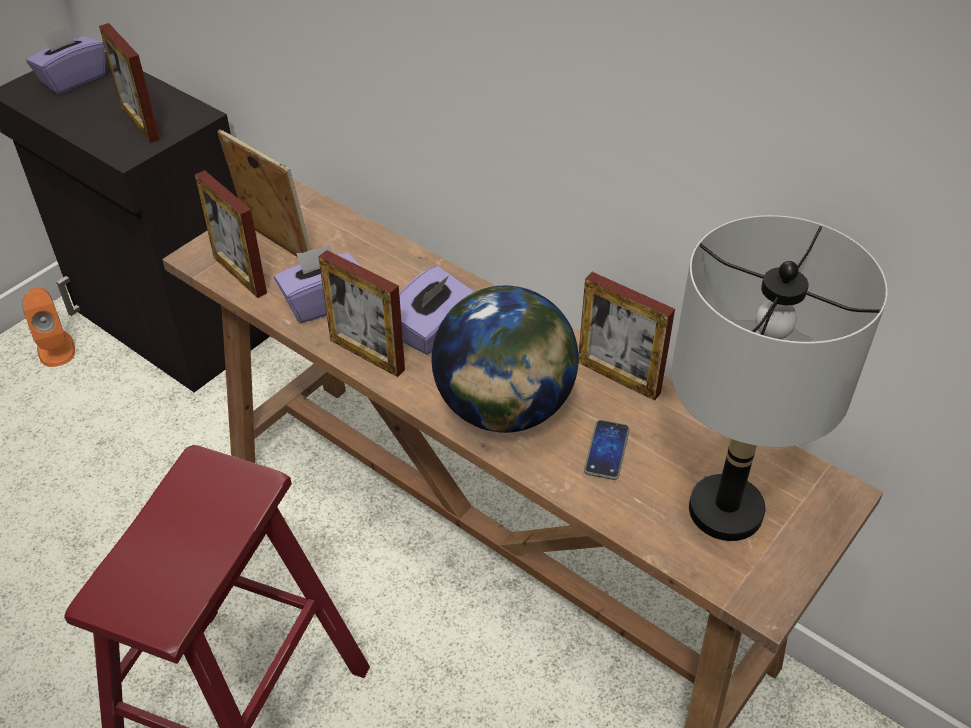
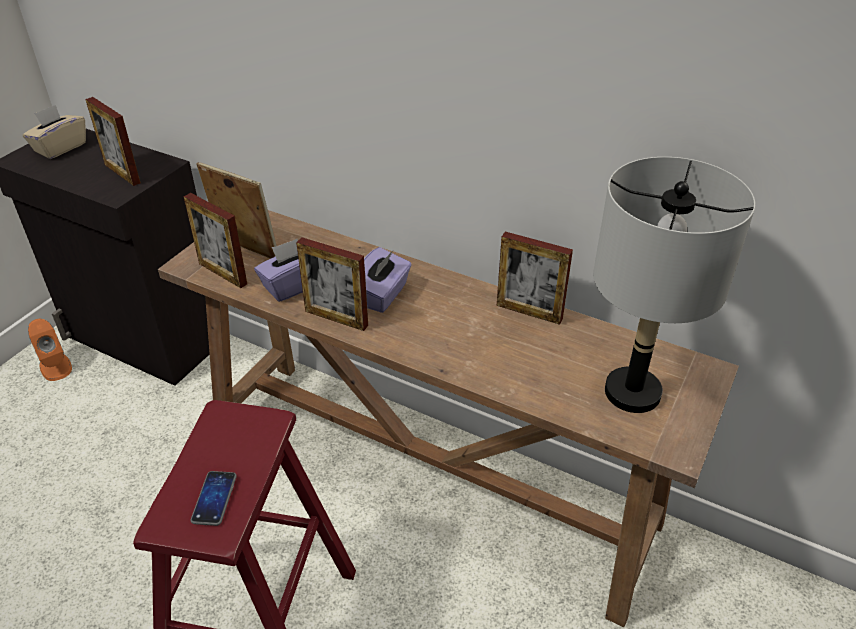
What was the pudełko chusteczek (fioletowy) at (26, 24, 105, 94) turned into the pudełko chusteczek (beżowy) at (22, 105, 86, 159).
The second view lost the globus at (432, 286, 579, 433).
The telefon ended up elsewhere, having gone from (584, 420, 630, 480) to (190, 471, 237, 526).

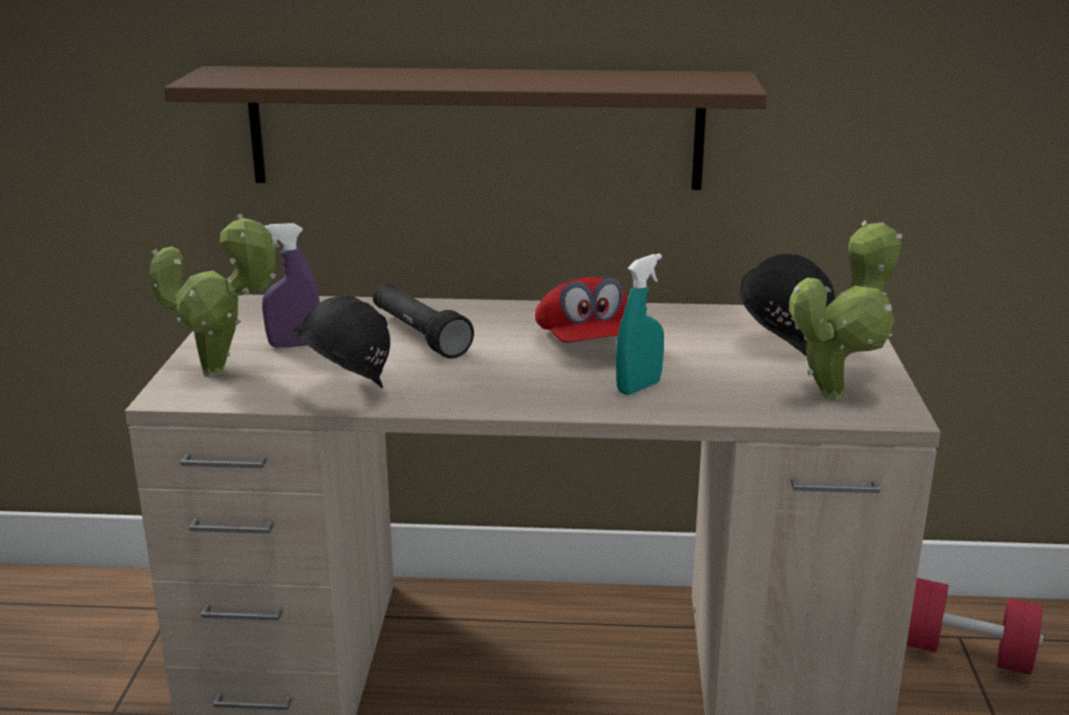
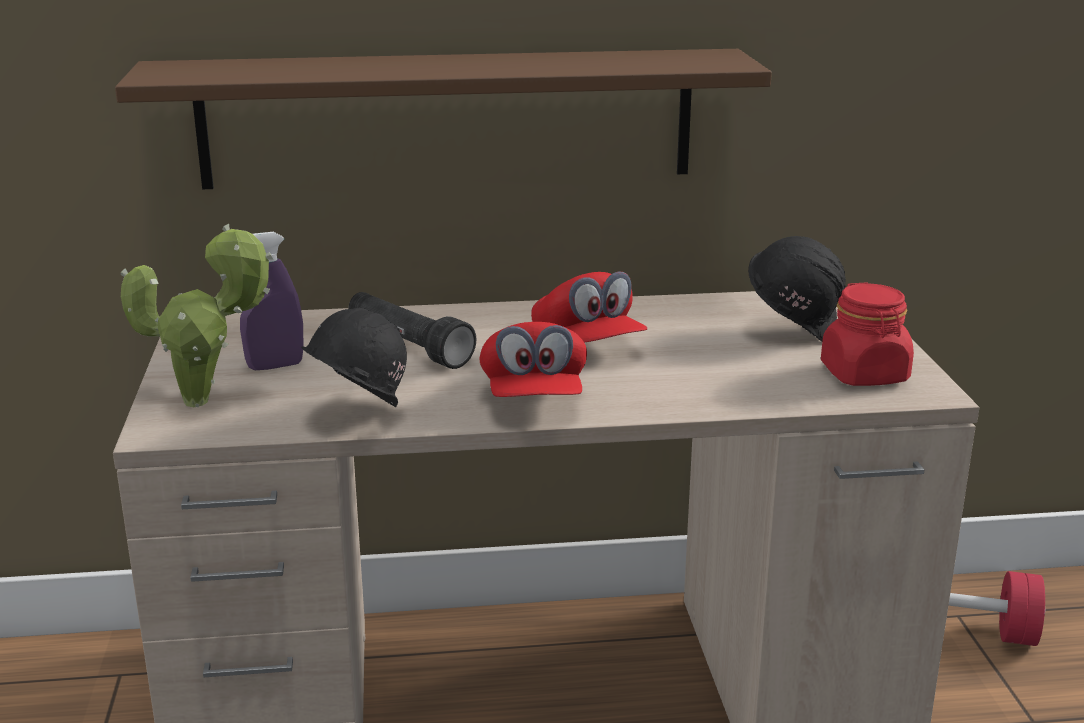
The second view lost the spryskiwacz (turkusowy) at (616, 253, 664, 395).
Where the roślina doniczkowa stood at (789, 220, 902, 400), the słoik (czerwony) came to stand at (821, 282, 914, 386).
The second view gained the czapka z daszkiem (czerwony) at (480, 322, 587, 397).

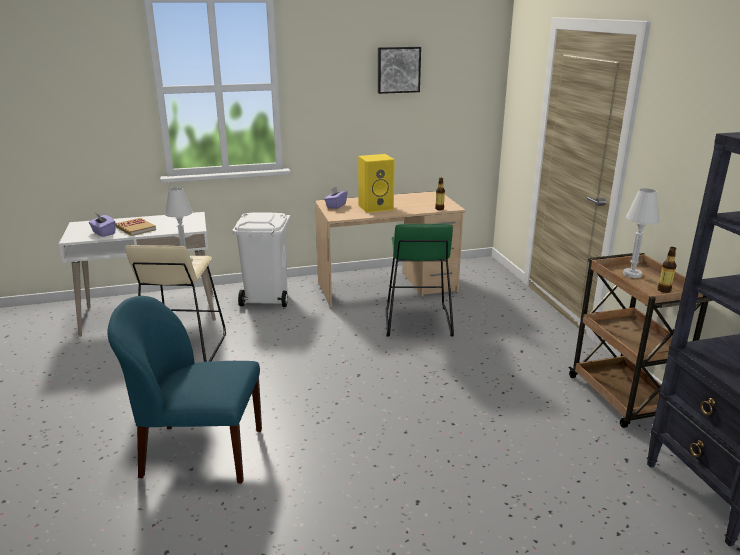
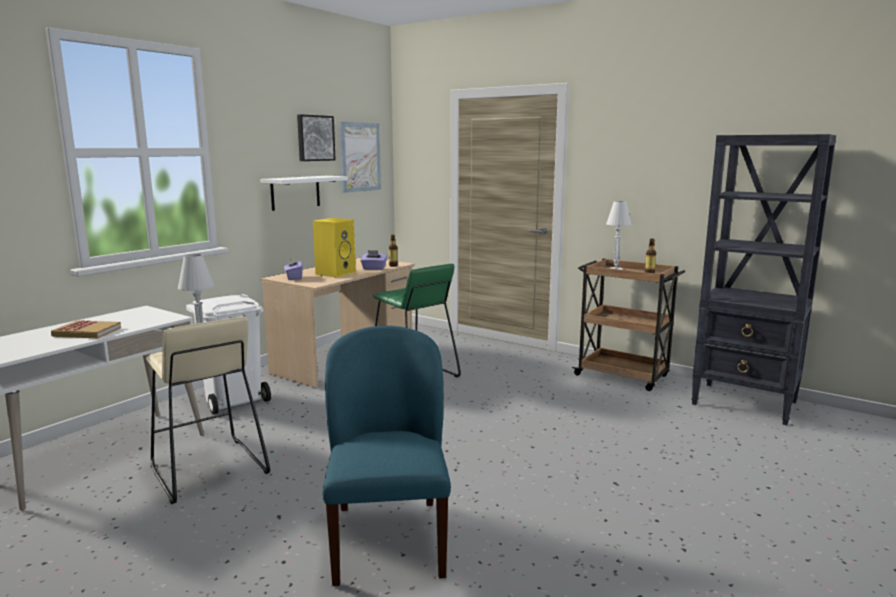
The pudełko chusteczek (fioletowy) ended up elsewhere, having gone from (89, 213, 116, 237) to (360, 250, 387, 270).
The krzesło (niebieski) at (107, 296, 262, 483) ended up facing another way, 120 degrees clockwise from before.
The second view gained the półka (biały) at (260, 176, 348, 211).
The second view gained the obraz at (339, 122, 381, 193).

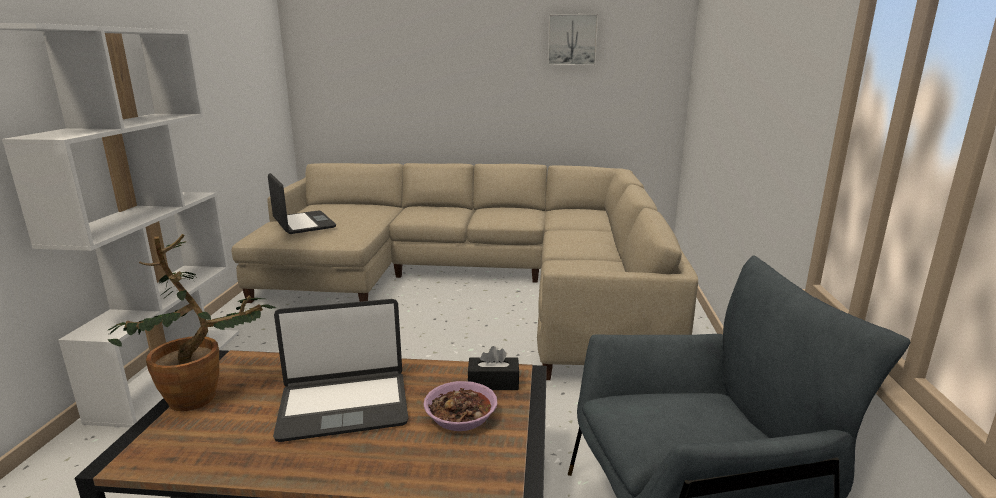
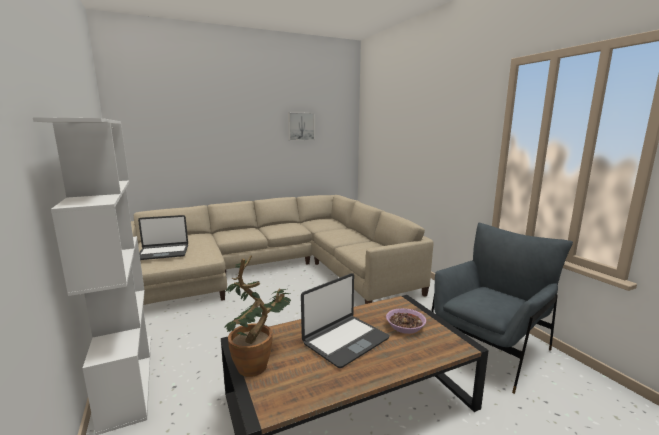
The laptop at (268, 173, 336, 234) ended up facing another way, 135 degrees clockwise from before.
The second view lost the pudełko chusteczek (czarny) at (467, 346, 519, 390).

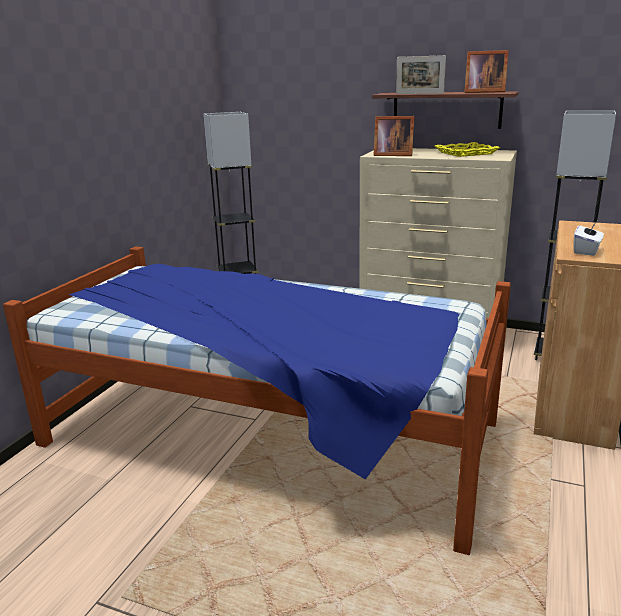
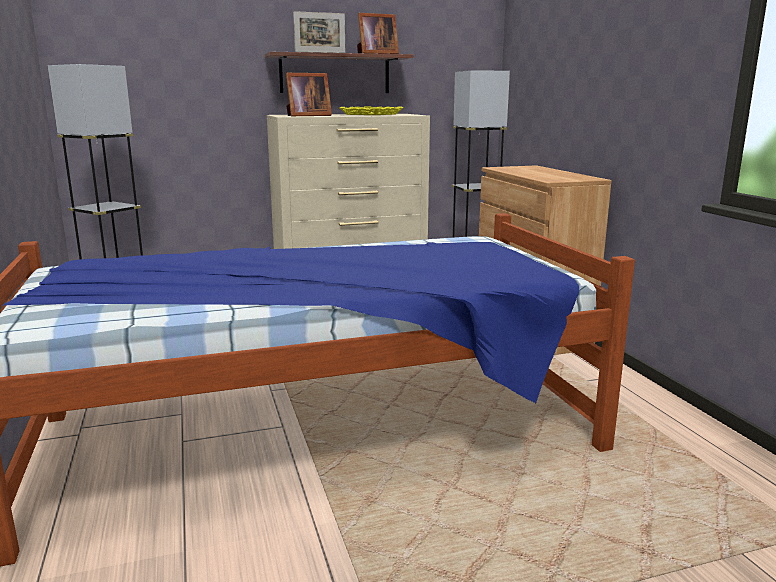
The second view lost the pudełko chusteczek (biały) at (573, 221, 604, 256).

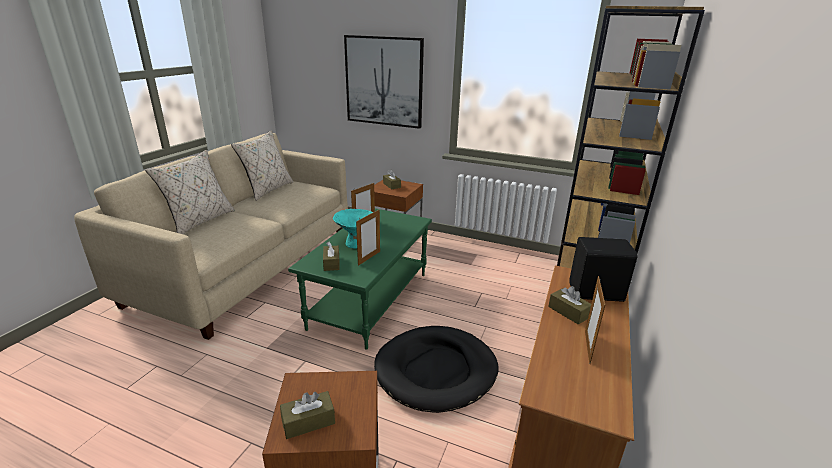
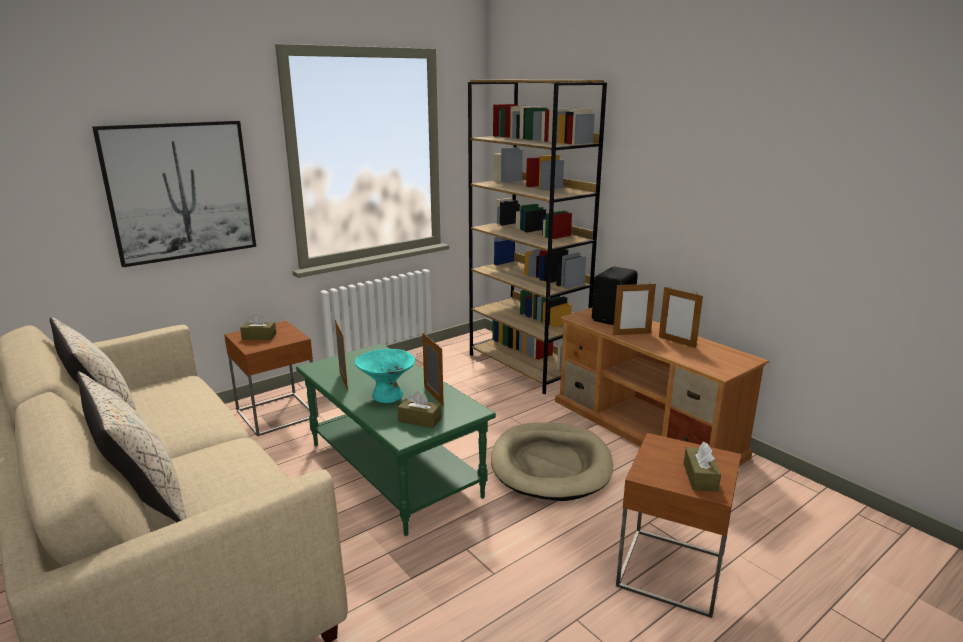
What was the legowisko (czarny) at (374, 326, 499, 413) turned into the legowisko (beżowy) at (491, 422, 613, 501).
Where the pudełko chusteczek (brązowy) stood at (548, 286, 591, 324), the ramka na zdjęcie came to stand at (613, 283, 656, 335).

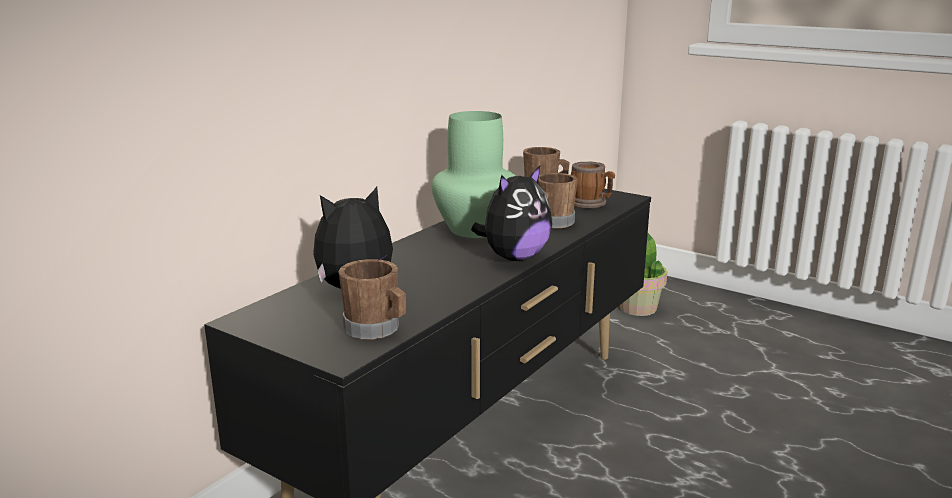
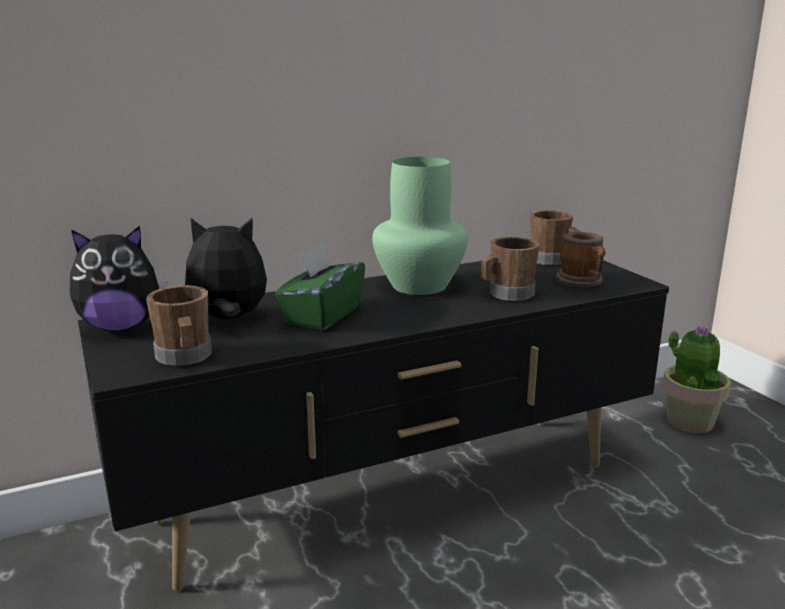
The pluszak ended up elsewhere, having gone from (471, 166, 552, 261) to (70, 226, 168, 332).
The second view gained the pudełko chusteczek (zielony) at (275, 244, 365, 330).

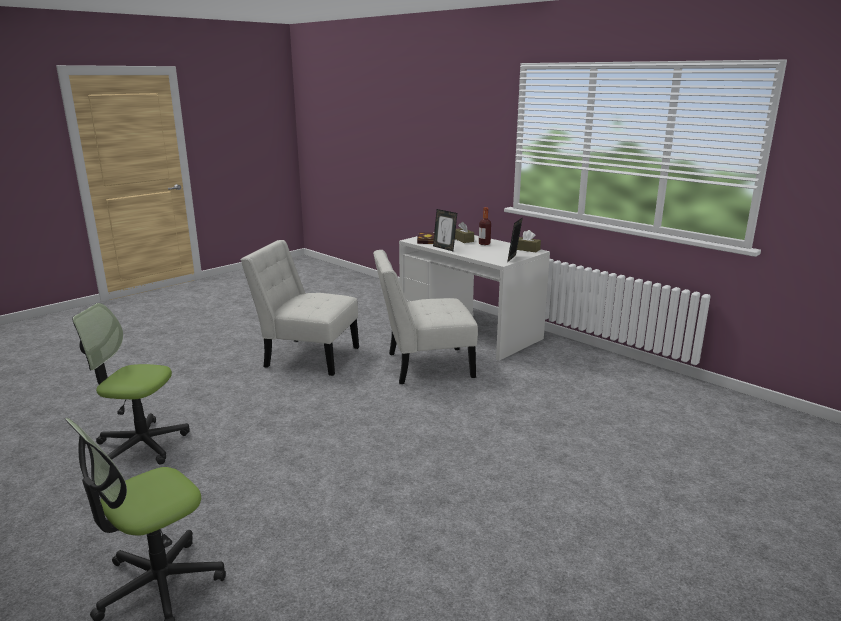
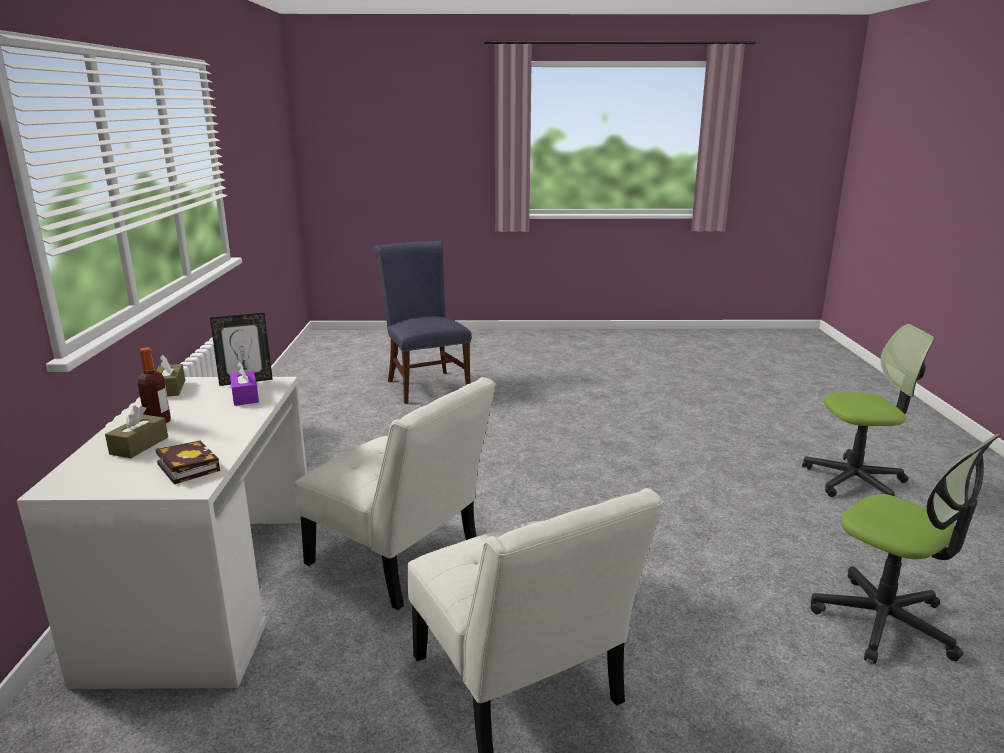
The second view lost the ramka na zdjęcie at (433, 209, 457, 251).
The second view gained the pudełko chusteczek (fioletowy) at (230, 361, 259, 406).
The second view gained the krzesło (niebieski) at (373, 241, 471, 404).

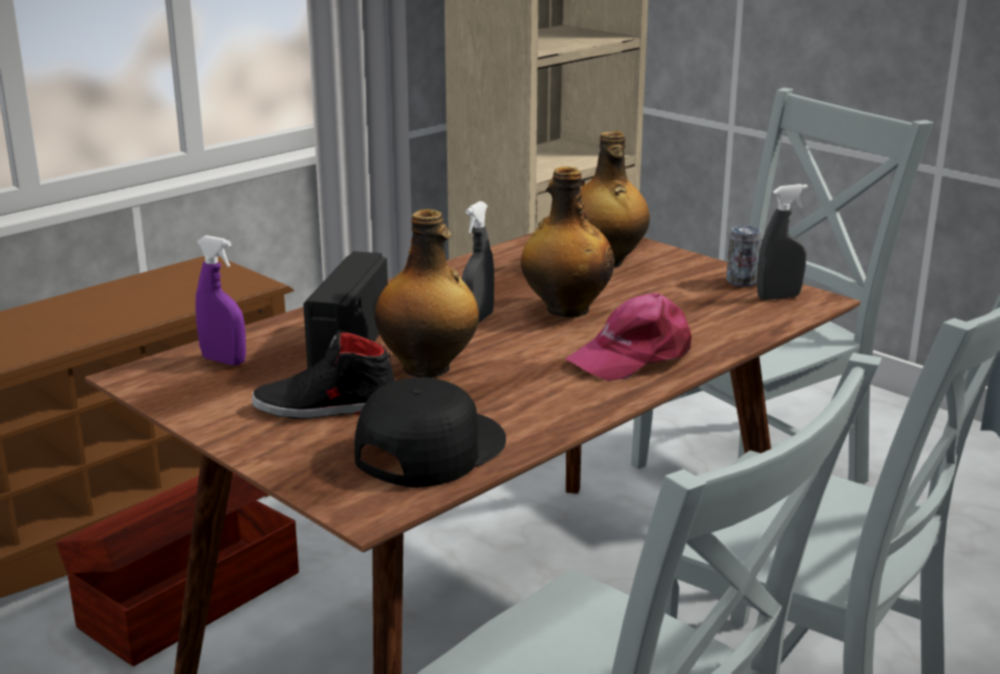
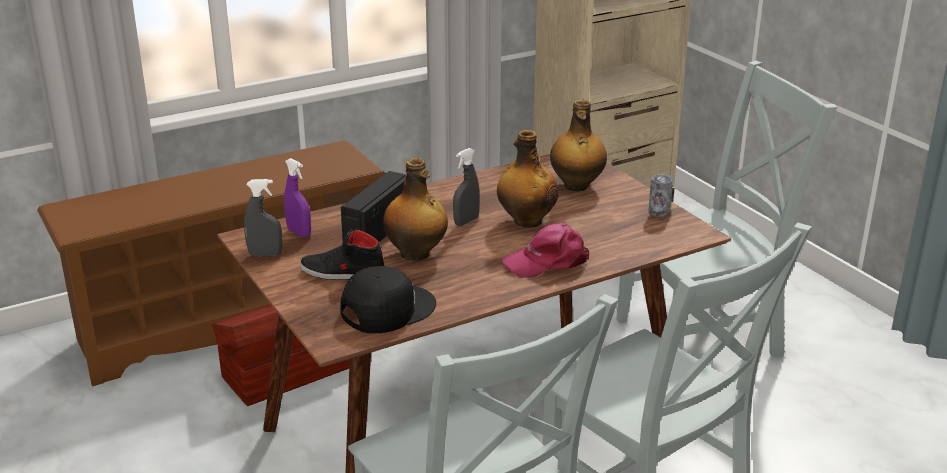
The spryskiwacz (szary) ended up elsewhere, having gone from (757, 184, 808, 300) to (244, 179, 283, 256).

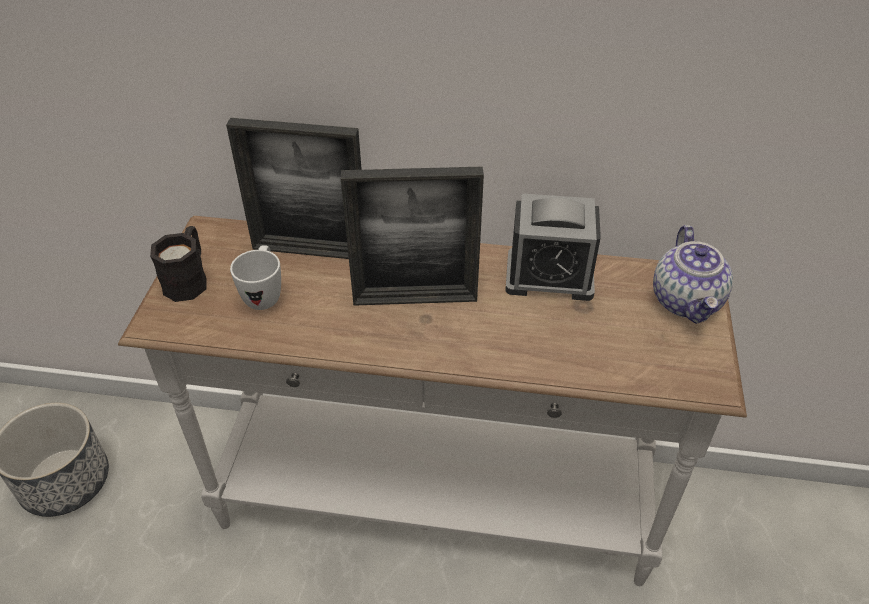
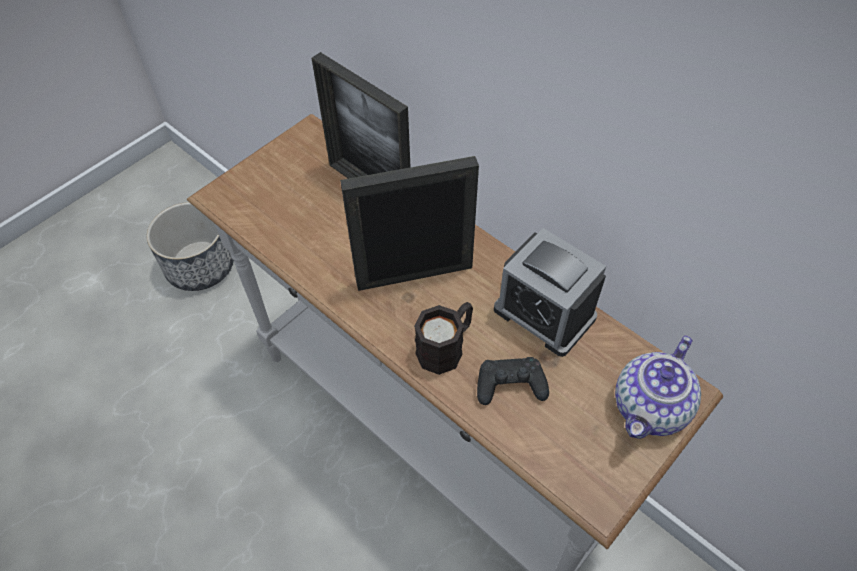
The kubek (czarny) ended up elsewhere, having gone from (150, 226, 207, 302) to (414, 302, 473, 375).
The second view lost the kubek (biały) at (230, 245, 281, 310).
The ramka na zdjęcie at (341, 166, 484, 306) ended up facing another way, 135 degrees clockwise from before.
The second view gained the pad do gier (czarny) at (477, 357, 549, 405).

